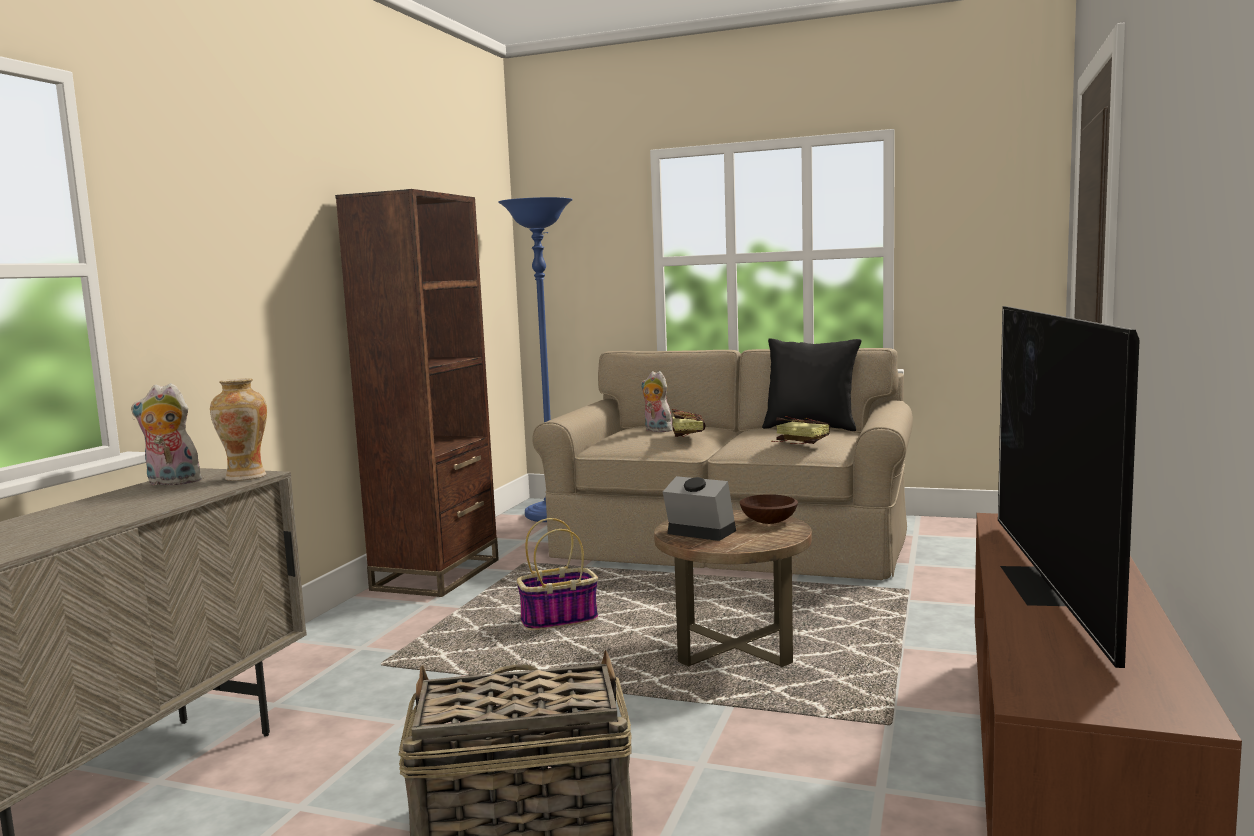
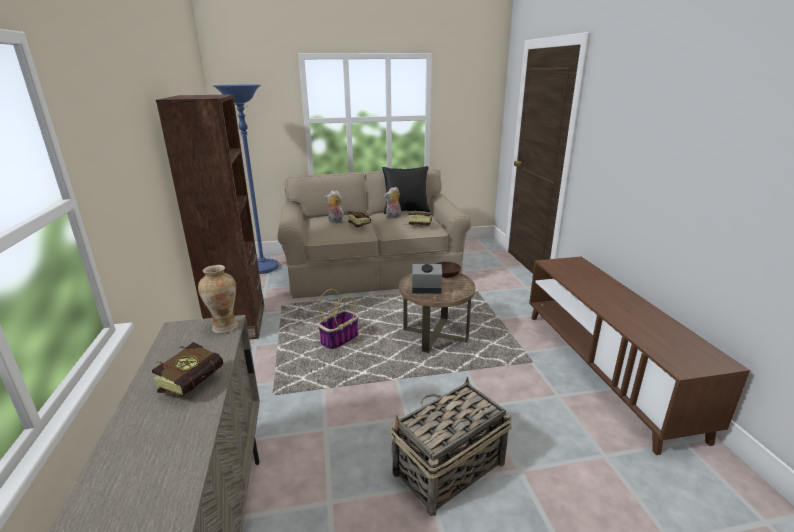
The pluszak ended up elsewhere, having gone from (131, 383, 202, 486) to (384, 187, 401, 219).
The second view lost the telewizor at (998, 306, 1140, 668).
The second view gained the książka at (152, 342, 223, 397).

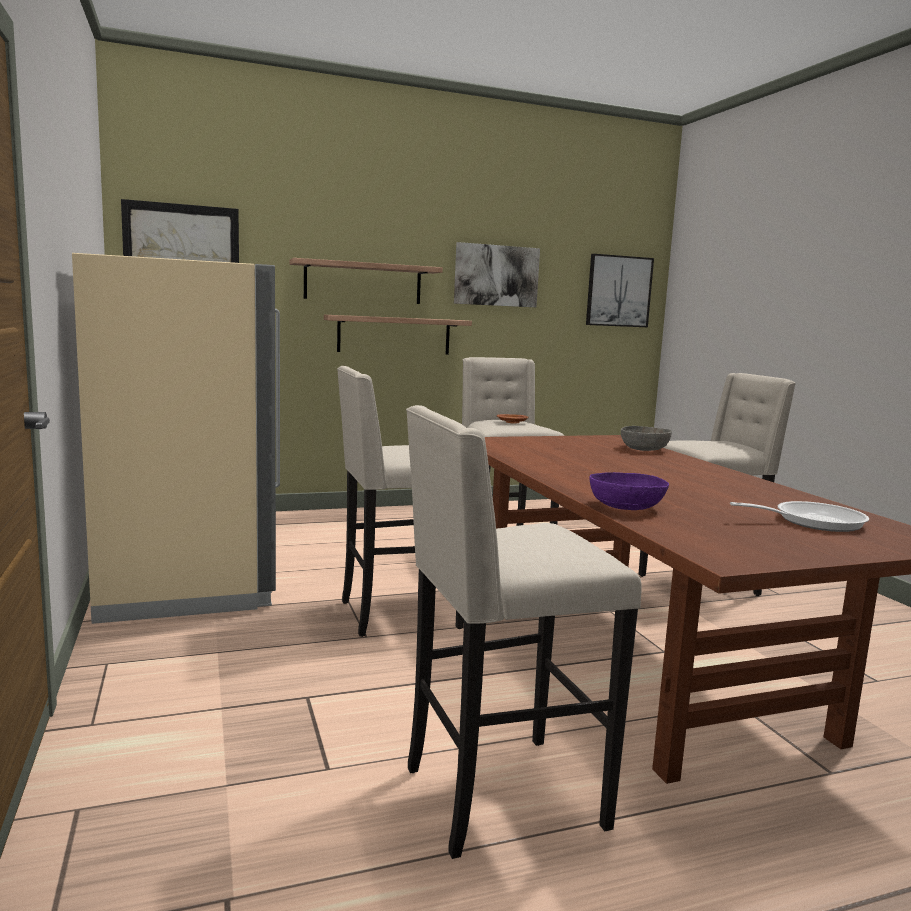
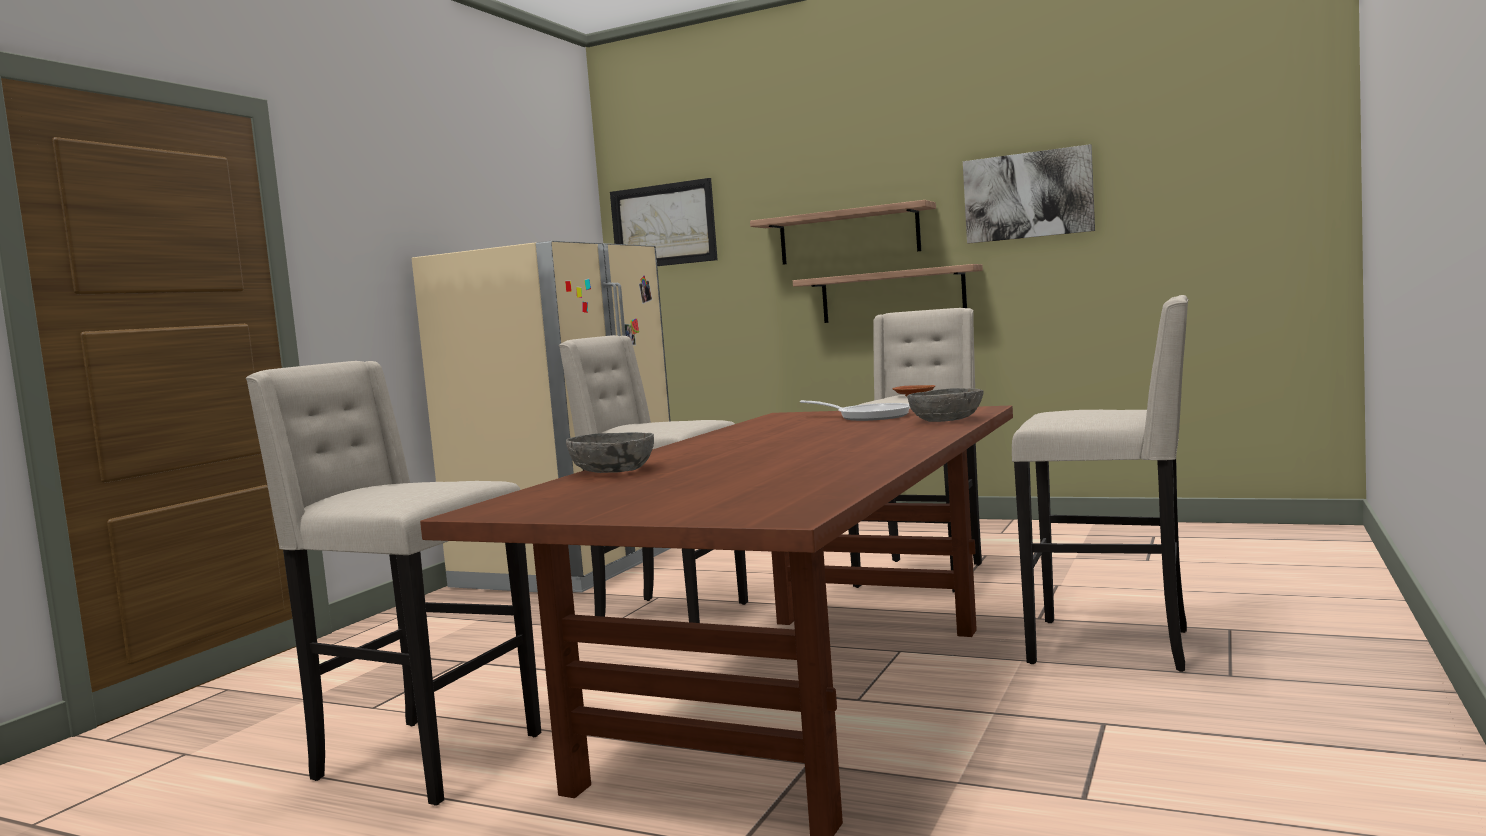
The second view lost the obraz at (586, 254, 654, 327).
What was the miska (fioletowy) at (589, 472, 669, 510) turned into the miska (szary) at (566, 432, 654, 473).
The patelnia ended up elsewhere, having gone from (730, 501, 869, 532) to (800, 400, 910, 421).

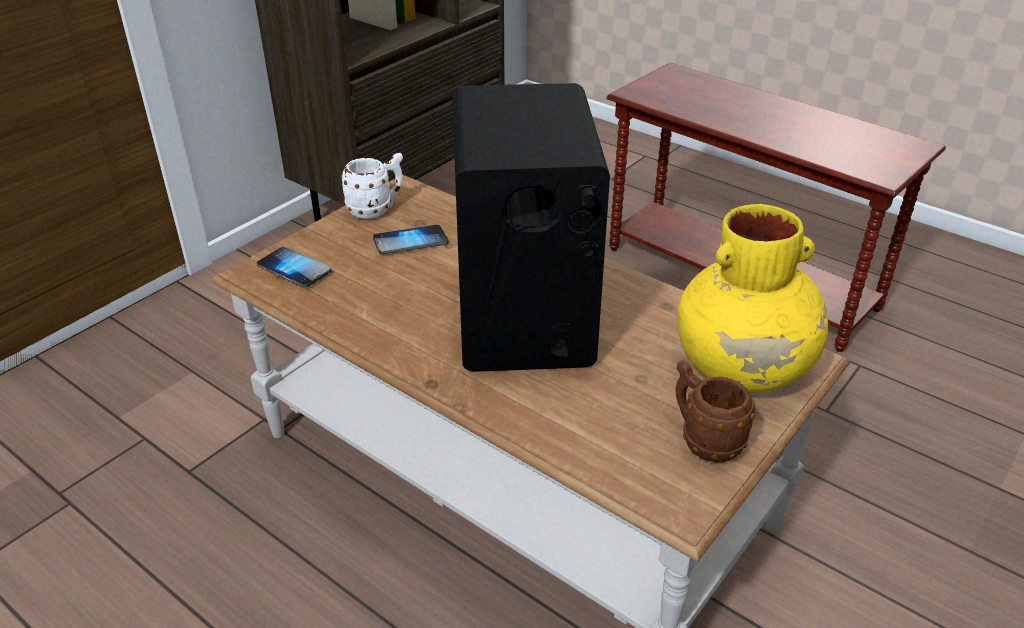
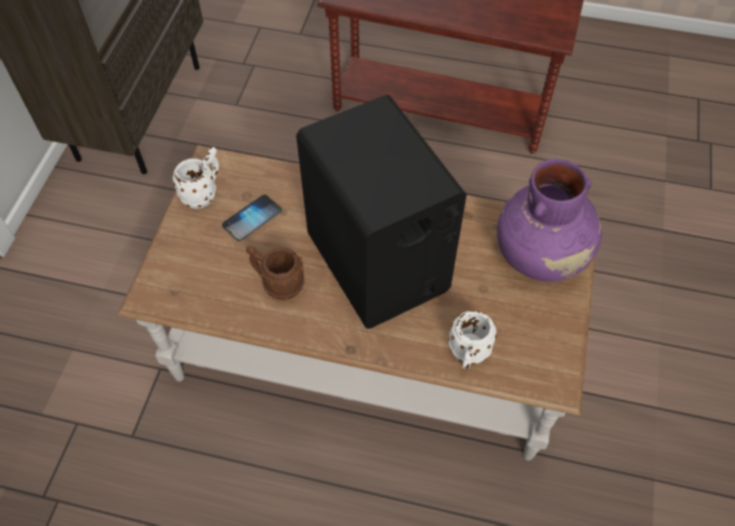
The second view lost the telefon at (257, 247, 332, 288).
The kubek (brązowy) ended up elsewhere, having gone from (676, 360, 755, 463) to (246, 246, 305, 300).
What was the wazon (żółty) at (677, 204, 828, 392) turned into the wazon (fioletowy) at (497, 159, 602, 282).
The second view gained the kubek (biały) at (449, 310, 497, 370).

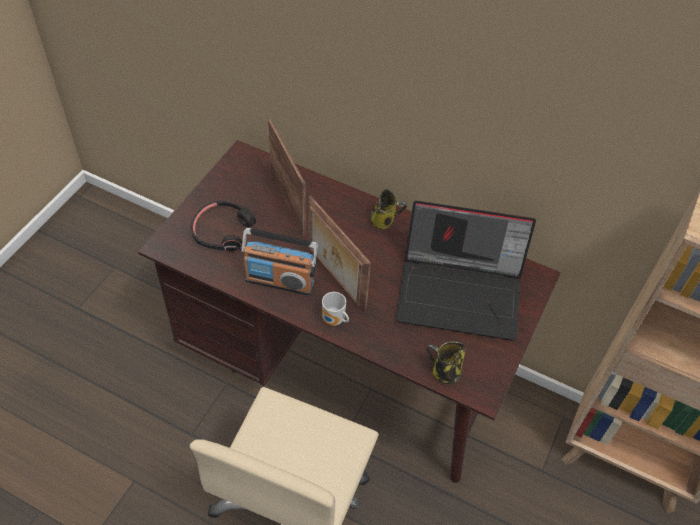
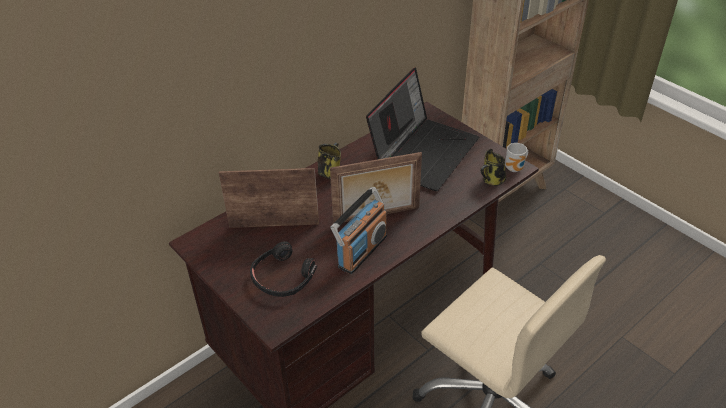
The kubek ended up elsewhere, having gone from (322, 292, 349, 326) to (505, 143, 528, 172).

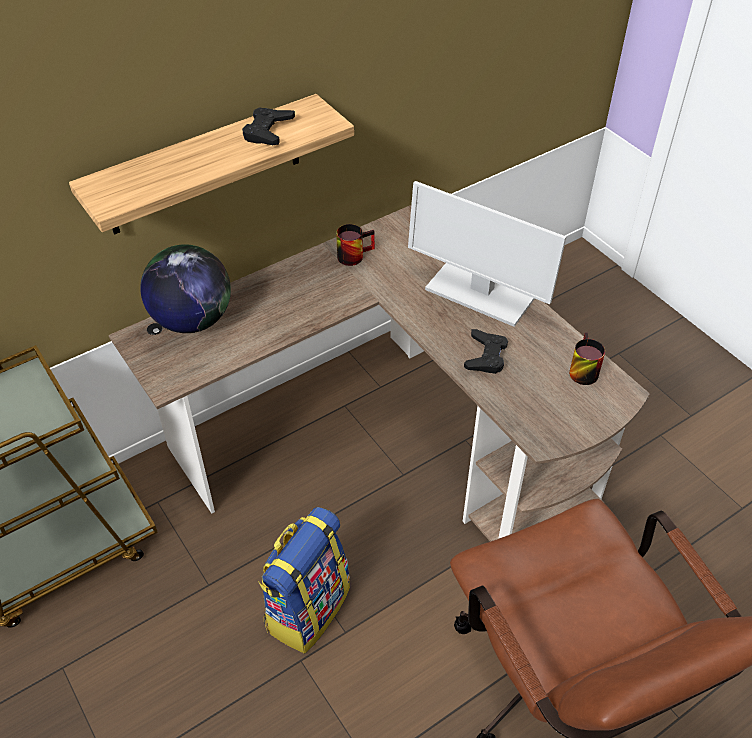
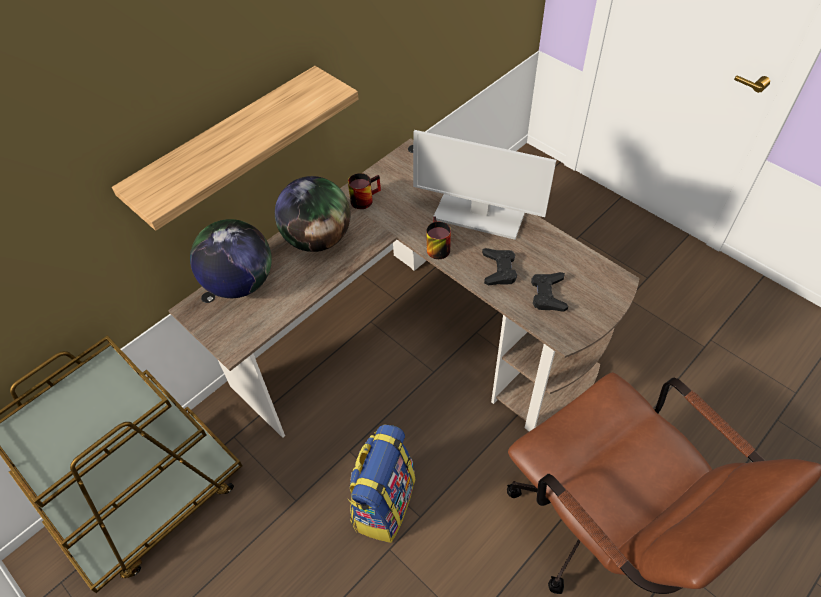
The pad do gier (czarny) ended up elsewhere, having gone from (242, 107, 295, 145) to (531, 272, 568, 312).
The kubek ended up elsewhere, having gone from (569, 332, 605, 385) to (427, 216, 451, 259).
The second view gained the globus at (275, 176, 351, 252).

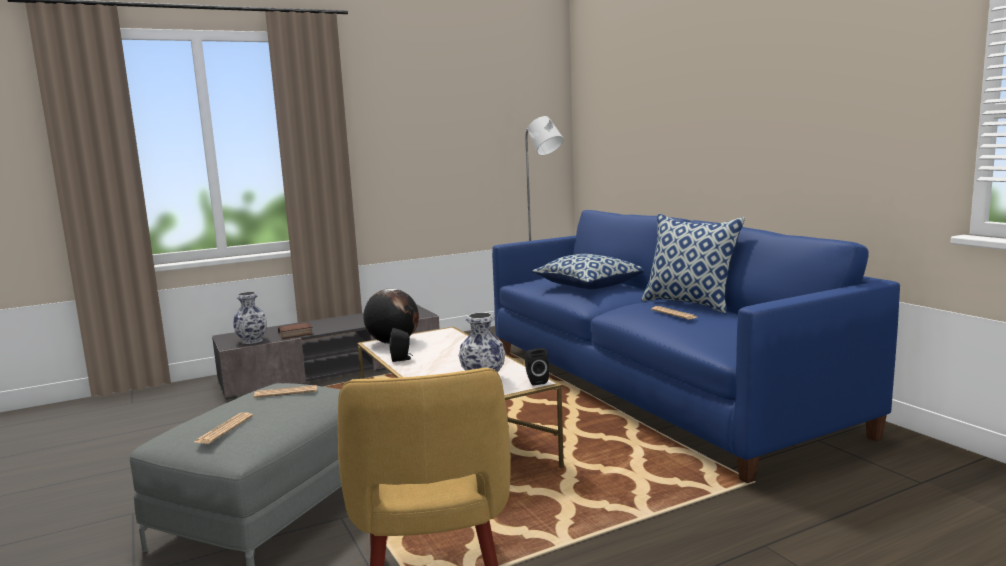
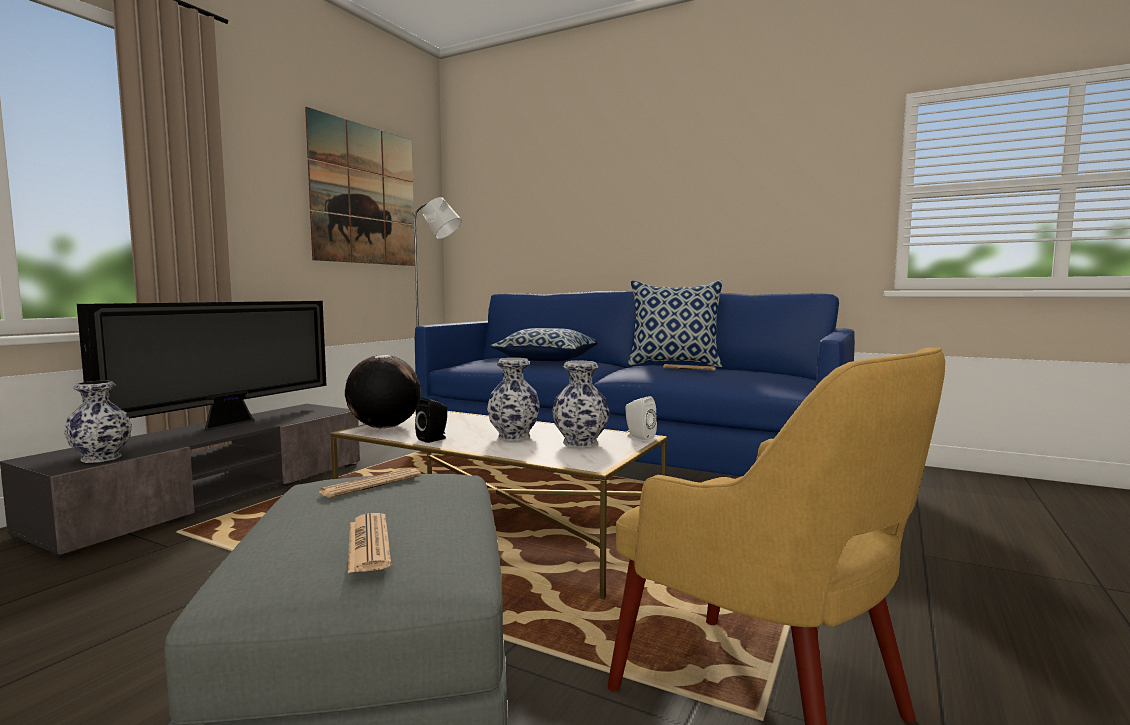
The second view lost the książka at (278, 322, 313, 339).
What was the głośnik (czarny) at (525, 348, 549, 386) turned into the głośnik (biały) at (625, 396, 657, 441).
The second view gained the telewizor at (77, 301, 326, 431).
The second view gained the obraz at (305, 107, 415, 266).
The second view gained the wazon at (487, 358, 540, 441).

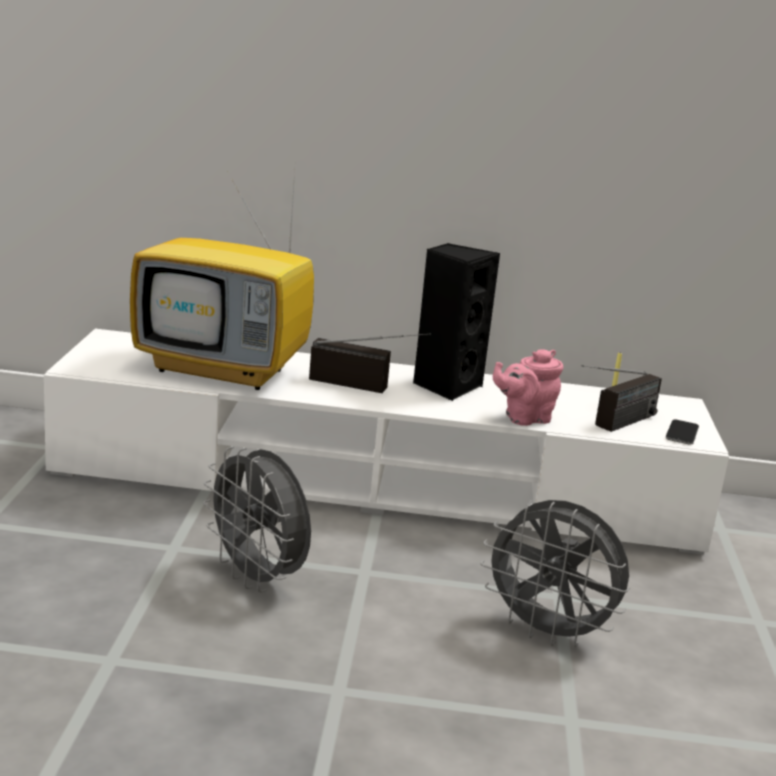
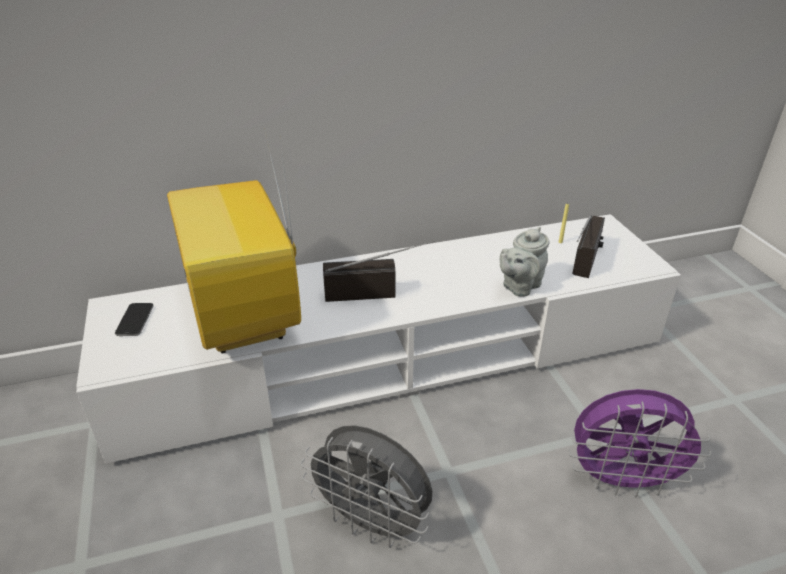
The telewizor at (130, 171, 314, 390) ended up facing another way, 75 degrees clockwise from before.
The second view lost the głośnik (czarny) at (413, 243, 500, 401).
What was the wentylator (szary) at (480, 500, 630, 648) turned into the wentylator (fioletowy) at (568, 389, 712, 498).
What was the imbryk (różowy) at (493, 349, 563, 426) turned into the imbryk (szary) at (500, 227, 549, 297).
The telefon ended up elsewhere, having gone from (666, 420, 699, 445) to (115, 303, 153, 336).

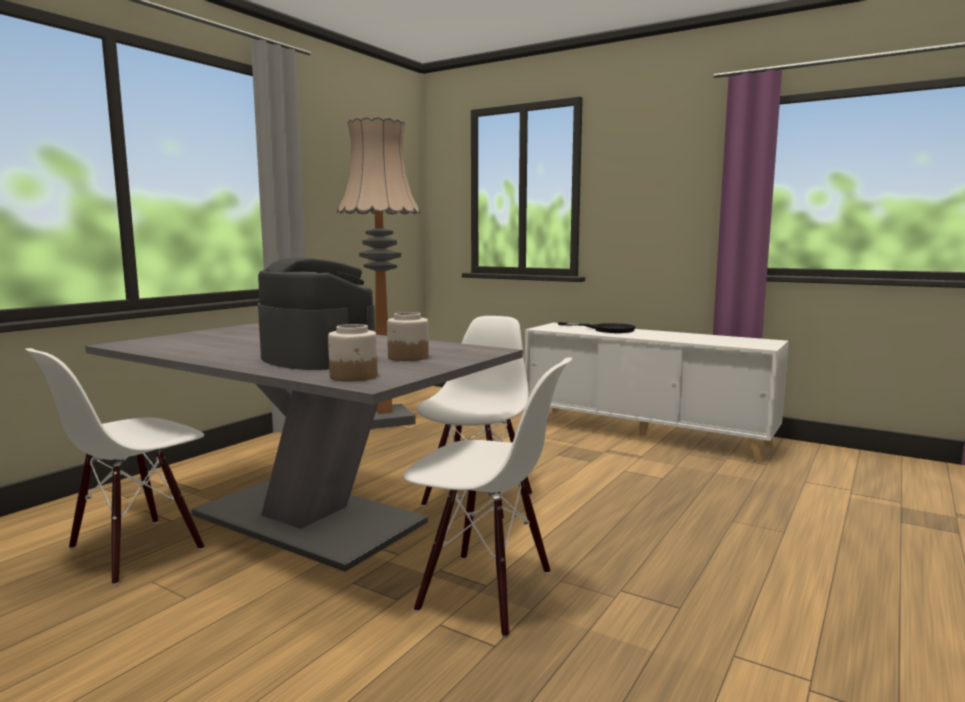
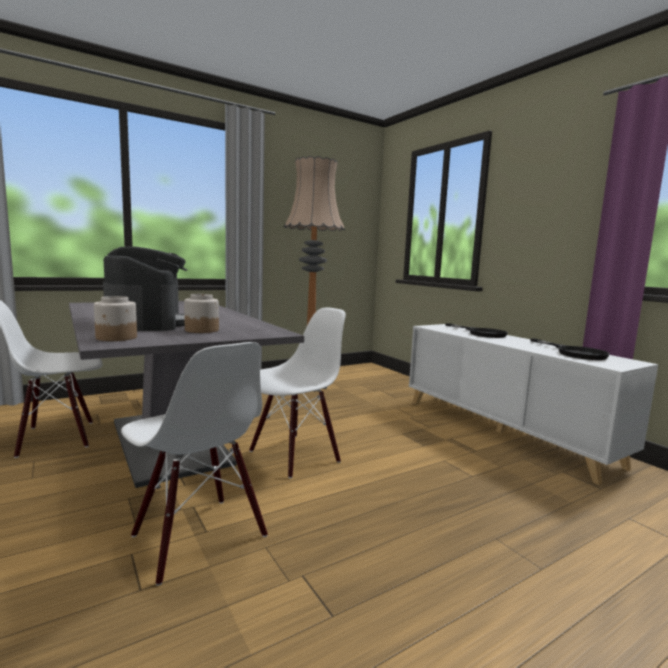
The second view gained the patelnia (czarny) at (530, 339, 610, 360).

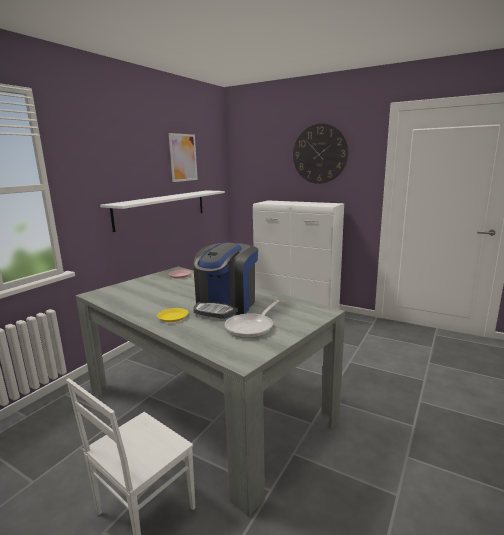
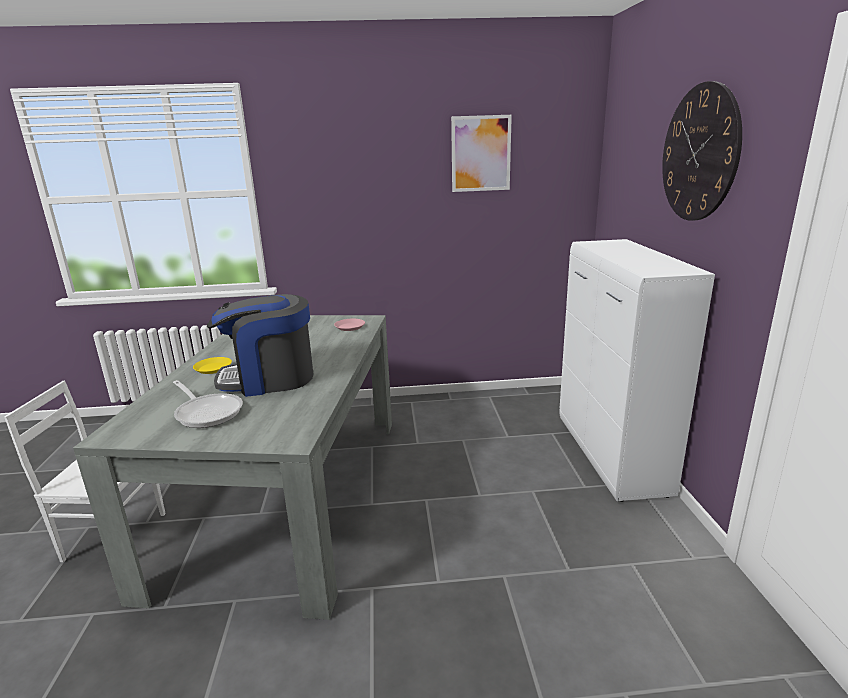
The second view lost the półka (biały) at (100, 190, 225, 232).
The patelnia at (225, 300, 280, 338) ended up facing another way, 135 degrees counterclockwise from before.

